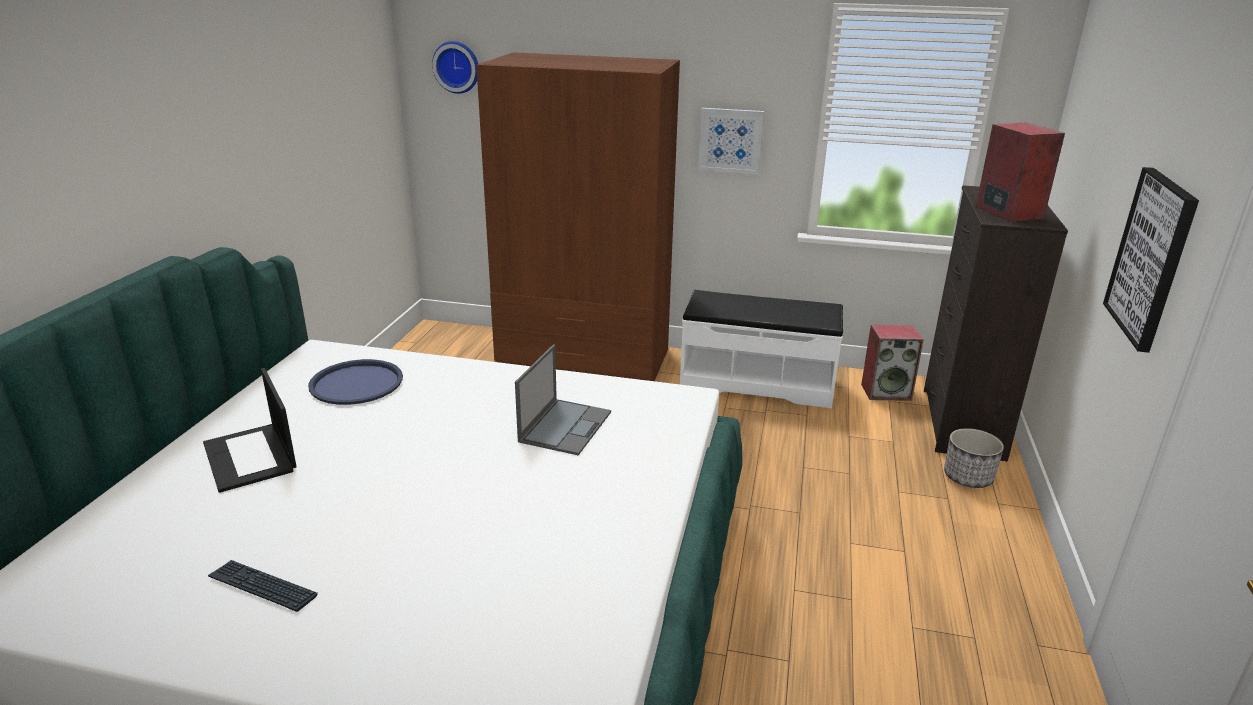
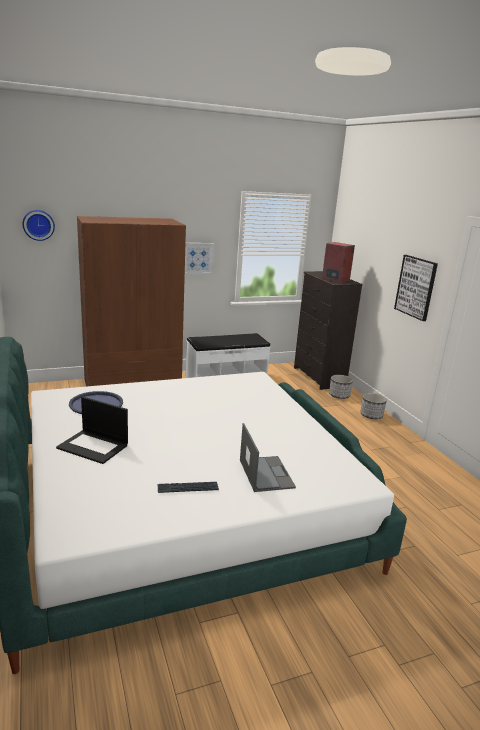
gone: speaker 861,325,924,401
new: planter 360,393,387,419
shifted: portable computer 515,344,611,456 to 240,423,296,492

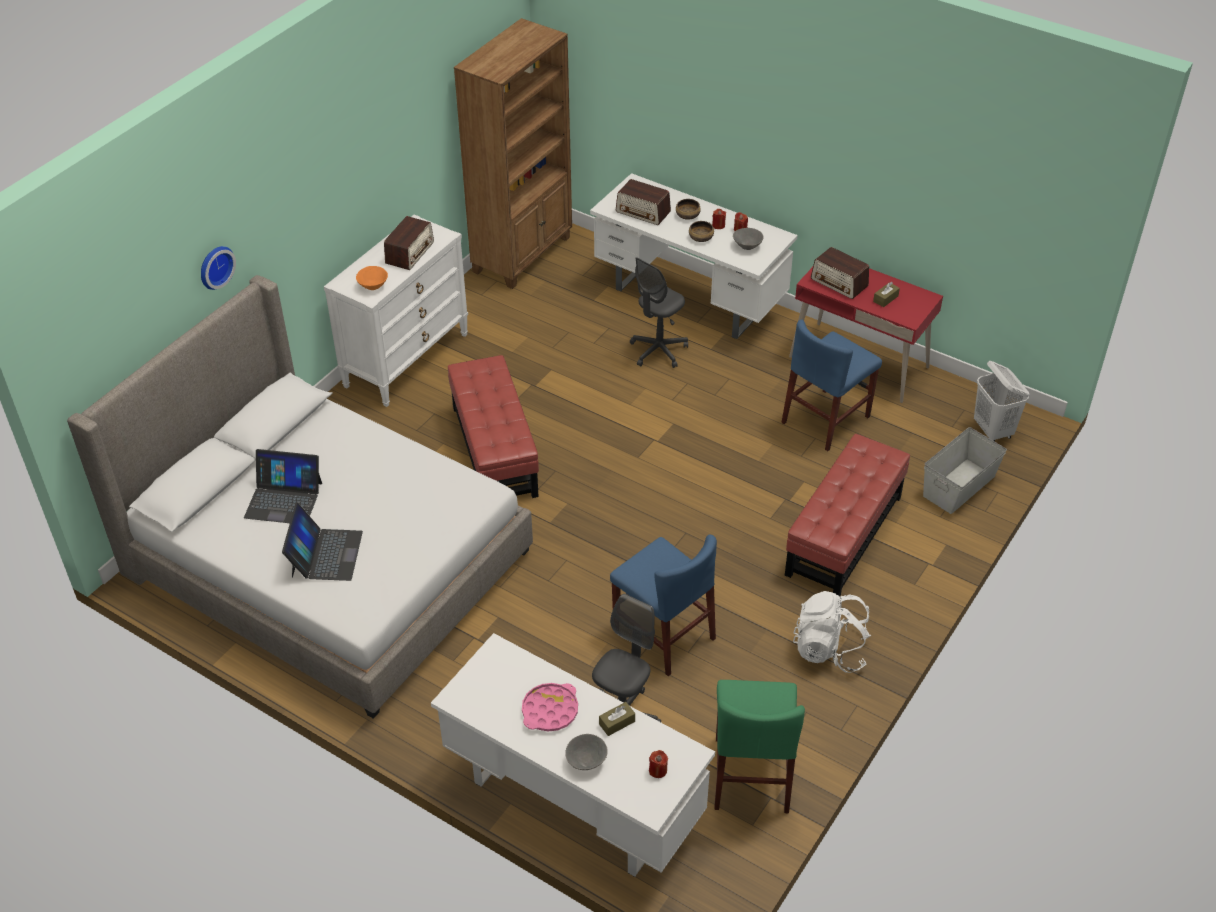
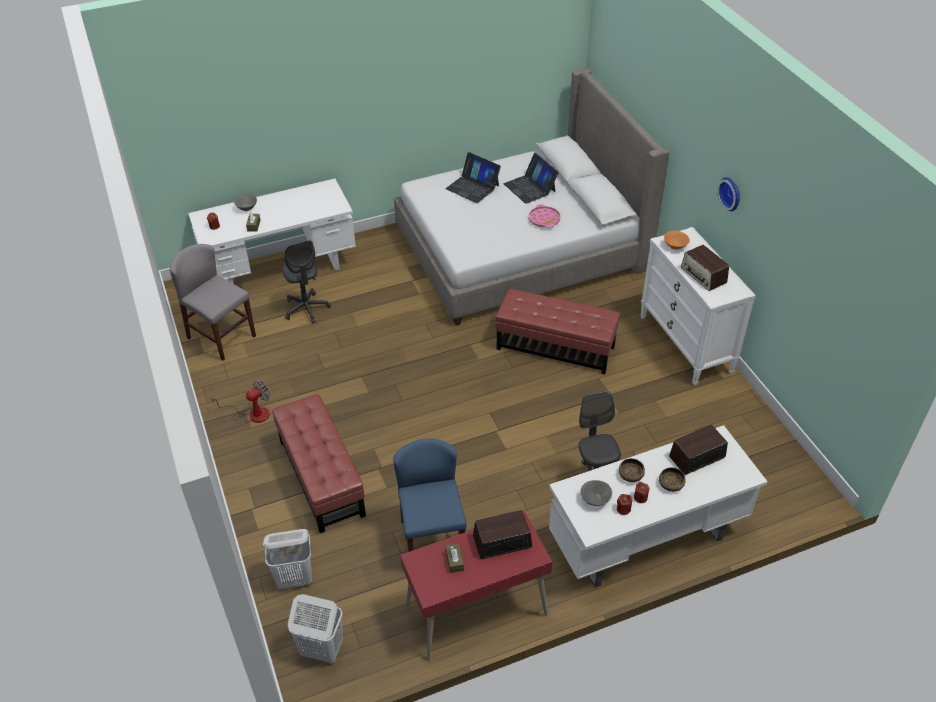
gone: brown-coloured bookshelf 454,18,572,289; bluish upright chair 610,535,717,676
shifted: wall clock 201,246,236,290 to 717,177,740,211; pink tray 522,683,578,731 to 529,205,561,228
swapped: white-coloured backpack 793,591,871,673 to electric fan 211,379,270,423; gray storage box 923,427,1007,514 to white-coloured washing basket 263,529,312,589
repainted: green-coloured upright chair 714,680,805,813 to gray upright chair 170,244,256,361
rotated: portable computer 244,449,322,523 = 503,153,559,204 75 degrees counterclockwise

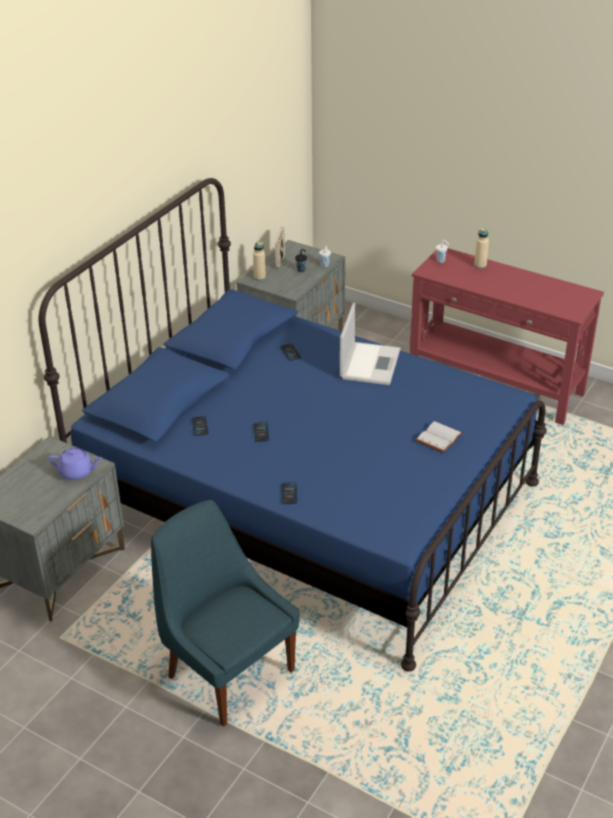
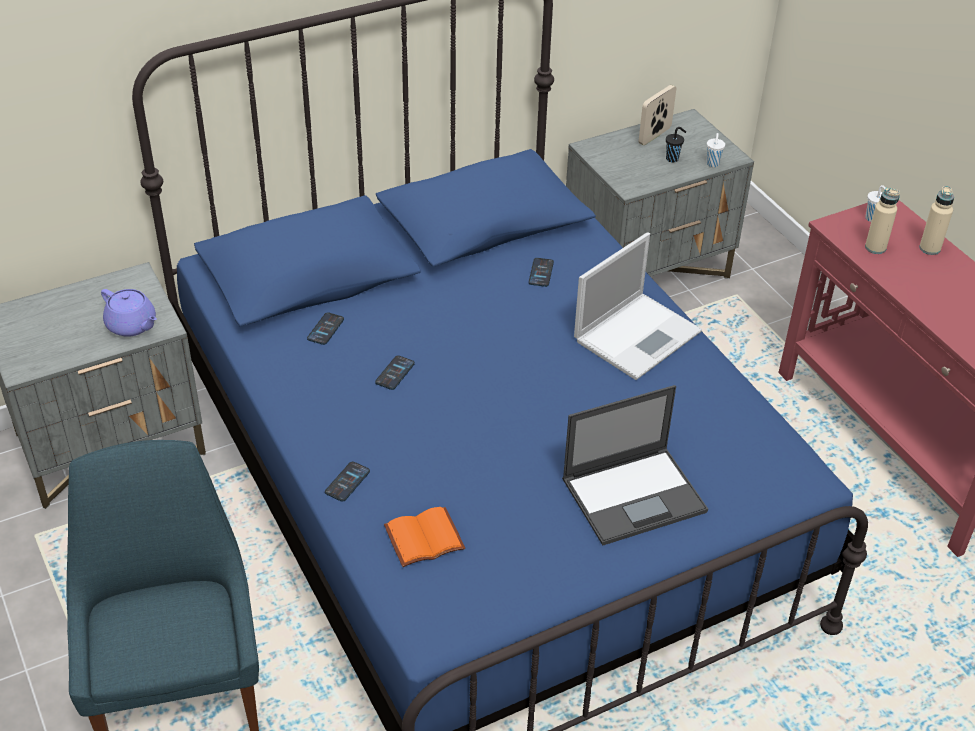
new: orange-coloured book 384,507,465,567
shifted: beige-coloured bottle 253,242,266,281 to 865,188,900,254
swapped: white-coloured book 416,421,463,453 to portable computer 562,385,708,545

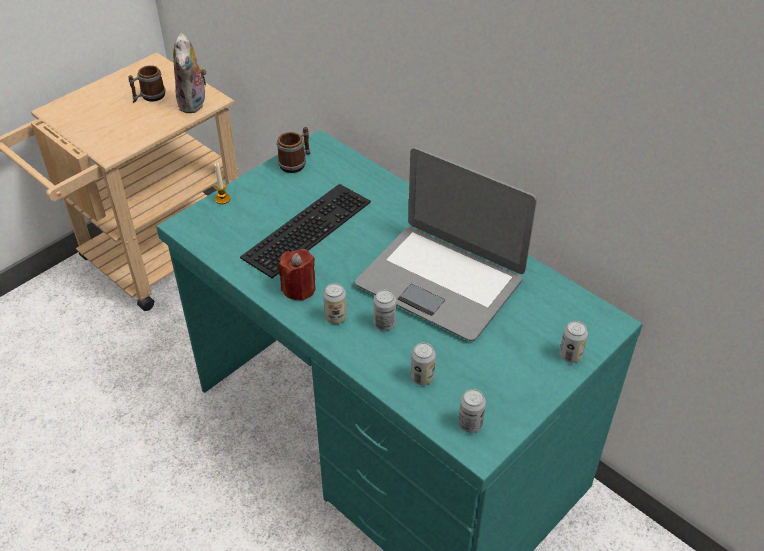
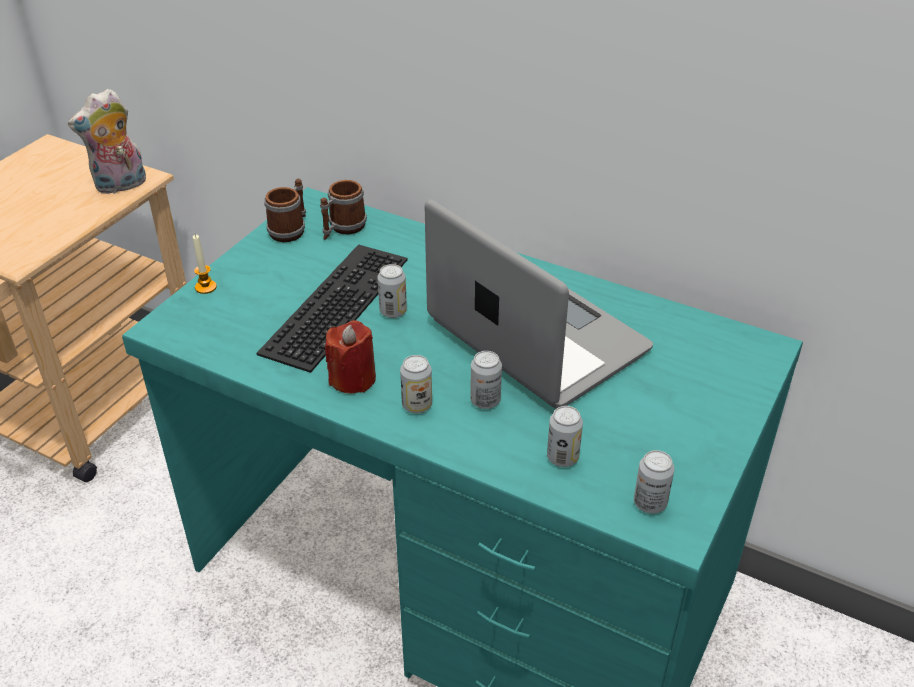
shifted: mug 128,65,166,103 to 320,180,367,240; metal can 559,321,588,363 to 377,264,407,318
rotated: plush toy 173,33,208,113 = 68,89,146,194 75 degrees clockwise; portable computer 355,147,537,341 = 425,199,653,409 150 degrees counterclockwise

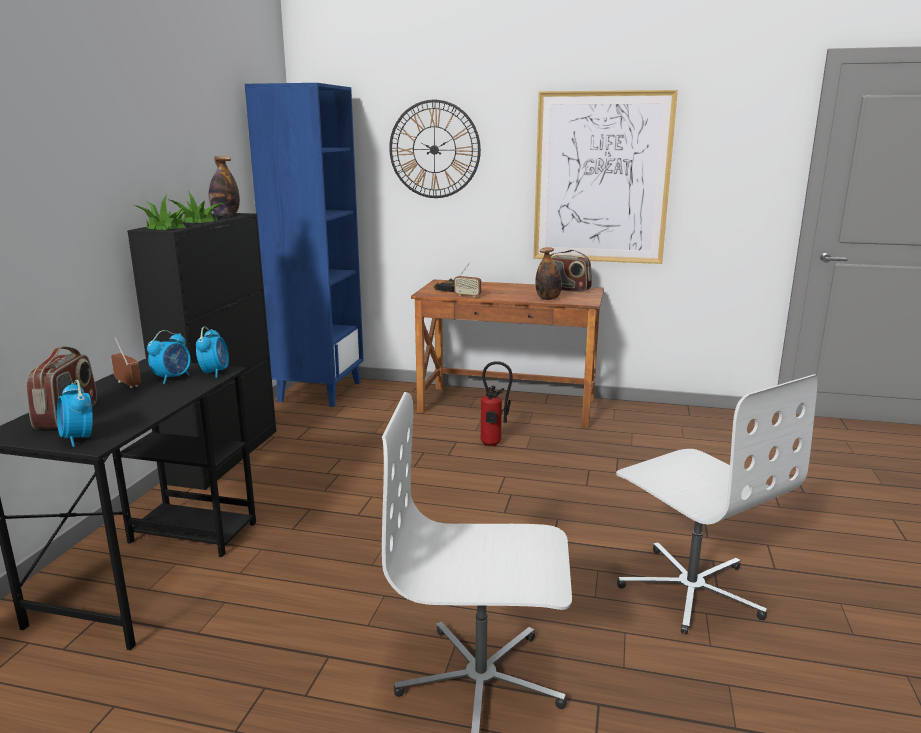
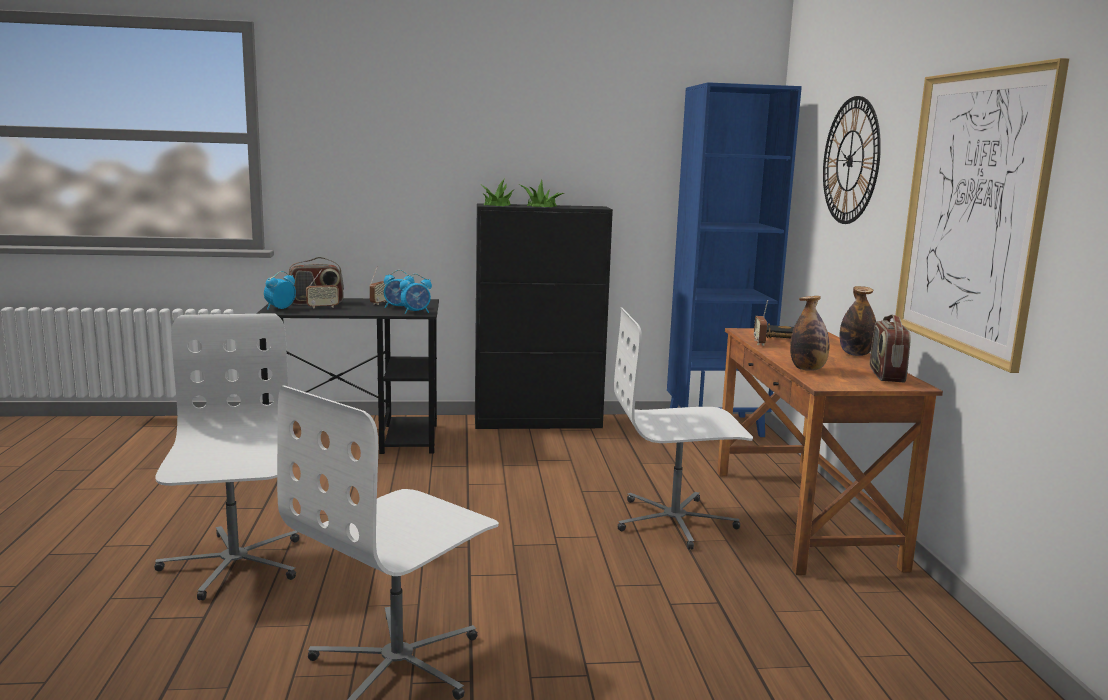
new: radio 306,269,339,308
shifted: bottle 209,156,240,216 to 840,286,876,356
swapped: fire extinguisher 480,361,513,447 to white-coloured desk chair 614,307,753,550

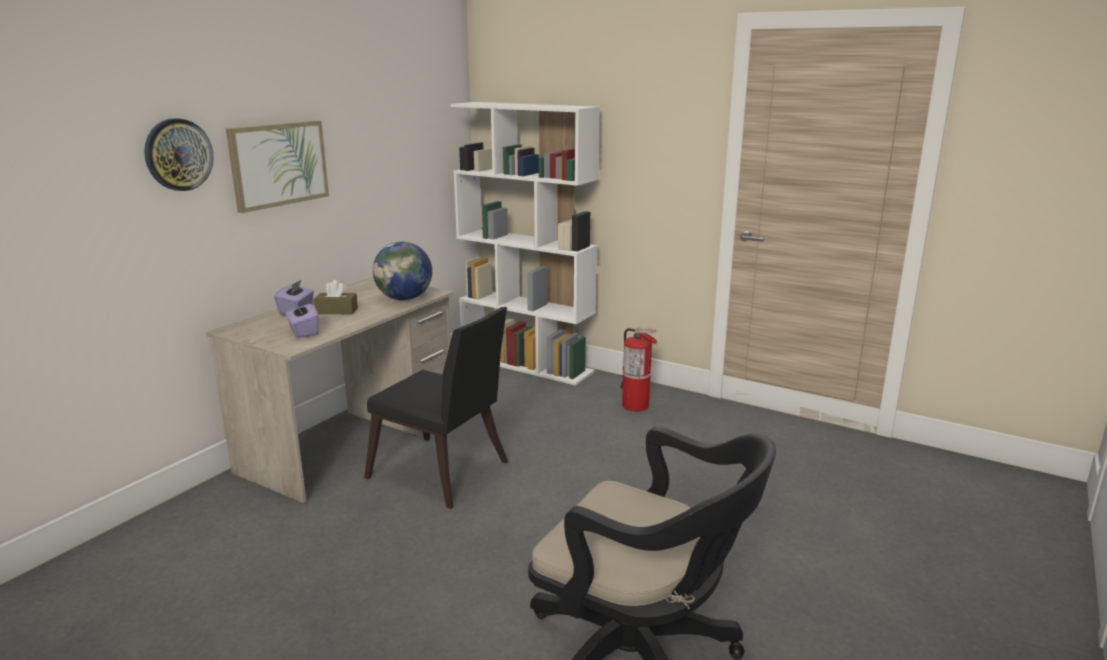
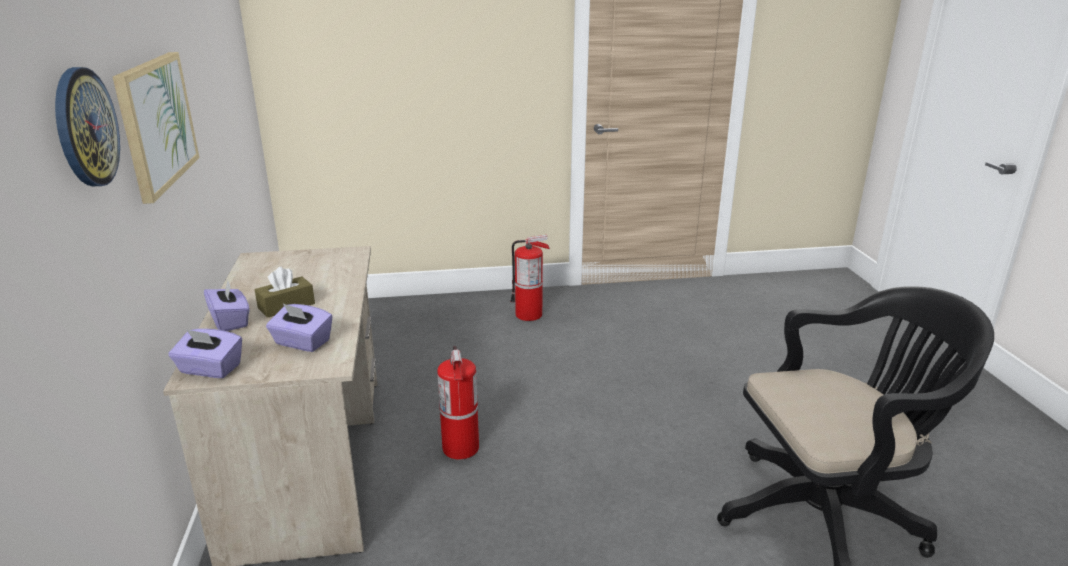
gone: desk globe 373,242,432,300; white-coloured bookshelf 450,102,600,386
new: purplish tissue holder 169,329,242,378
swapped: black upright chair 364,307,508,509 to fire extinguisher 437,346,479,459

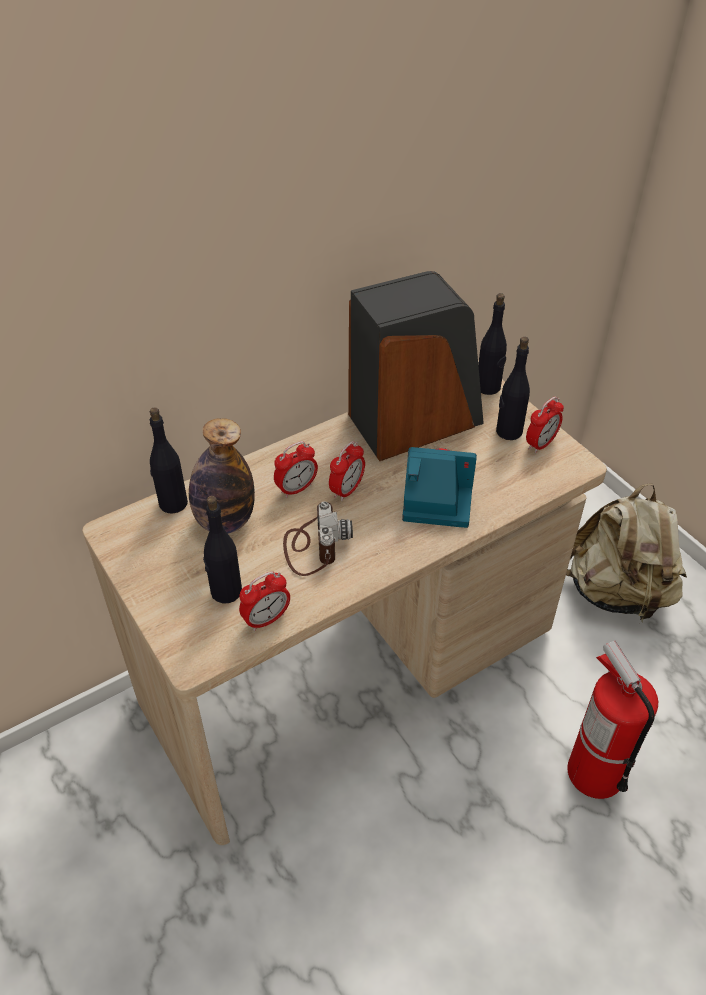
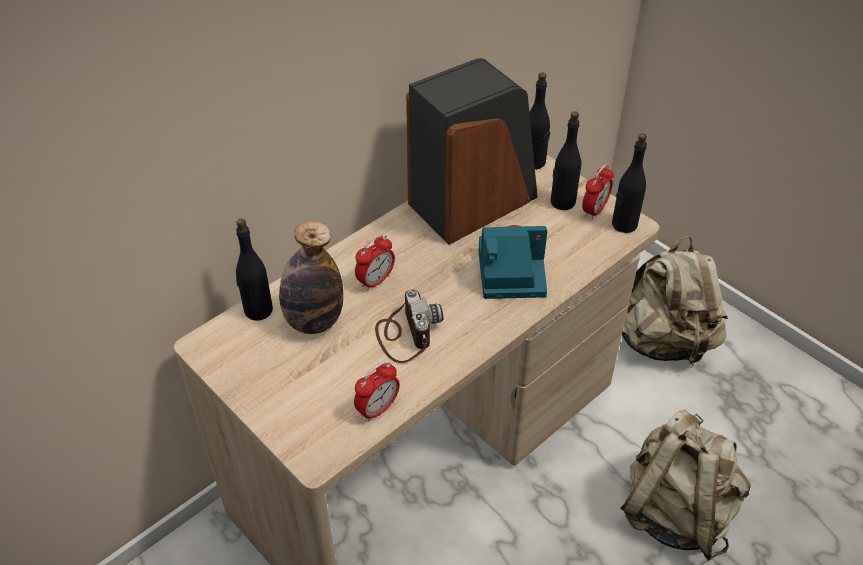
gone: bedside clock 329,441,365,501
shifted: black bottle 203,496,242,604 to 612,133,647,233
swapped: fire extinguisher 567,641,658,799 to beige-coloured backpack 620,410,751,561

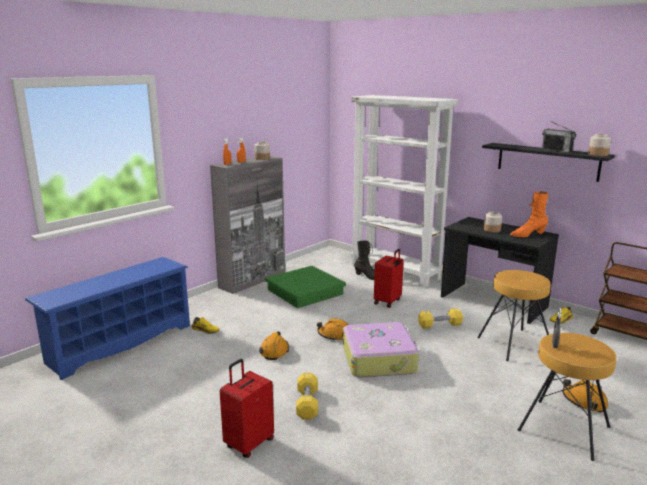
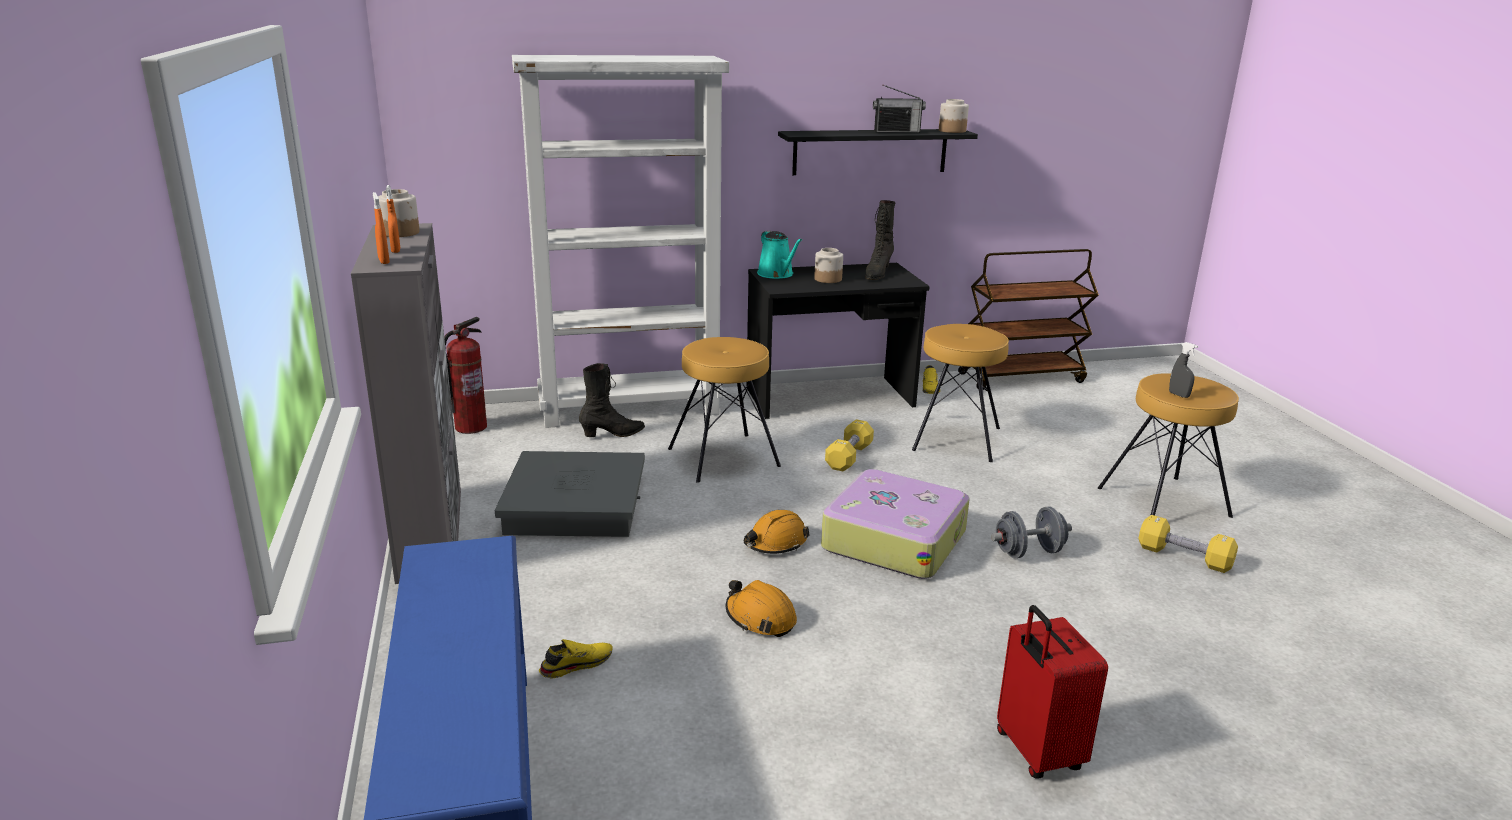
gone: orange-coloured hard hat 562,379,608,413
new: fire extinguisher 444,317,487,434; blue-green sprinkling can 757,231,802,279; gray free weight 991,507,1072,558
shifted: yellow-coloured free weight 296,373,318,420 to 1138,515,1238,573
swapped: reddish travel case 374,249,404,308 to brown-coloured stool 668,337,781,483
repainted: green-coloured storage box 265,266,346,308 to gray storage box 495,451,645,537; orange-coloured tall boot 510,191,548,237 to black tall boot 865,200,896,280

